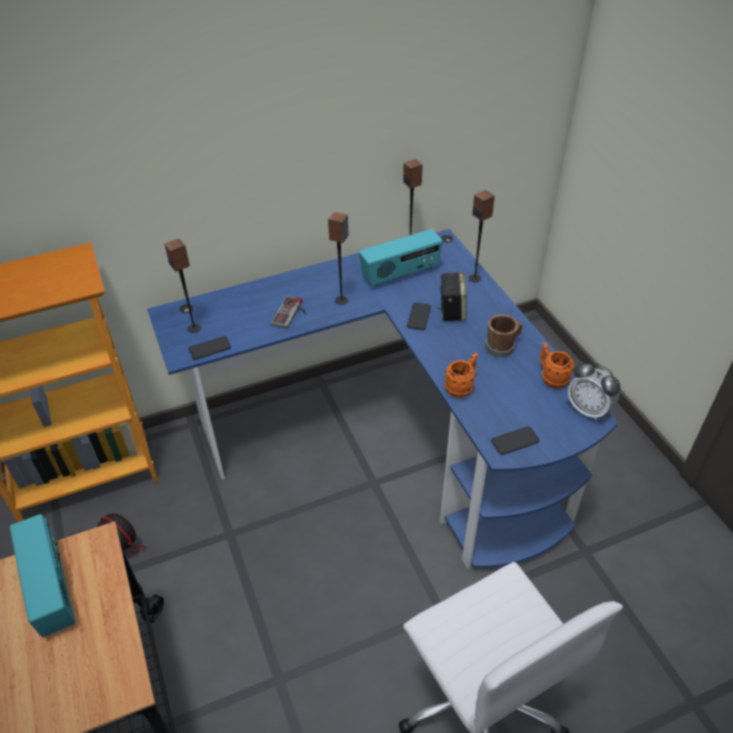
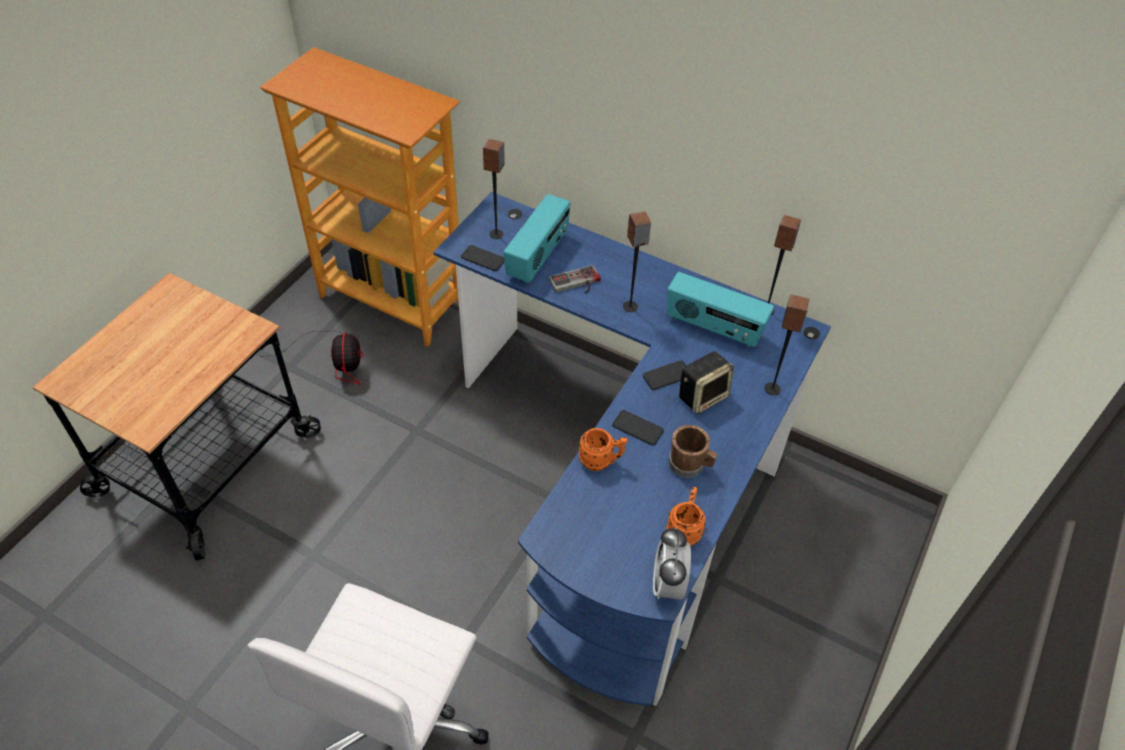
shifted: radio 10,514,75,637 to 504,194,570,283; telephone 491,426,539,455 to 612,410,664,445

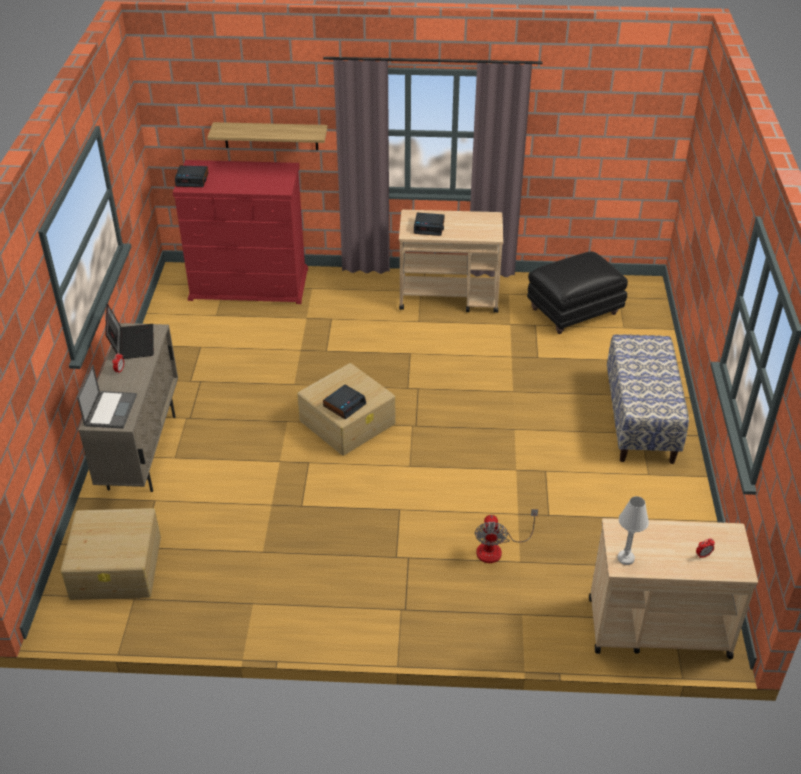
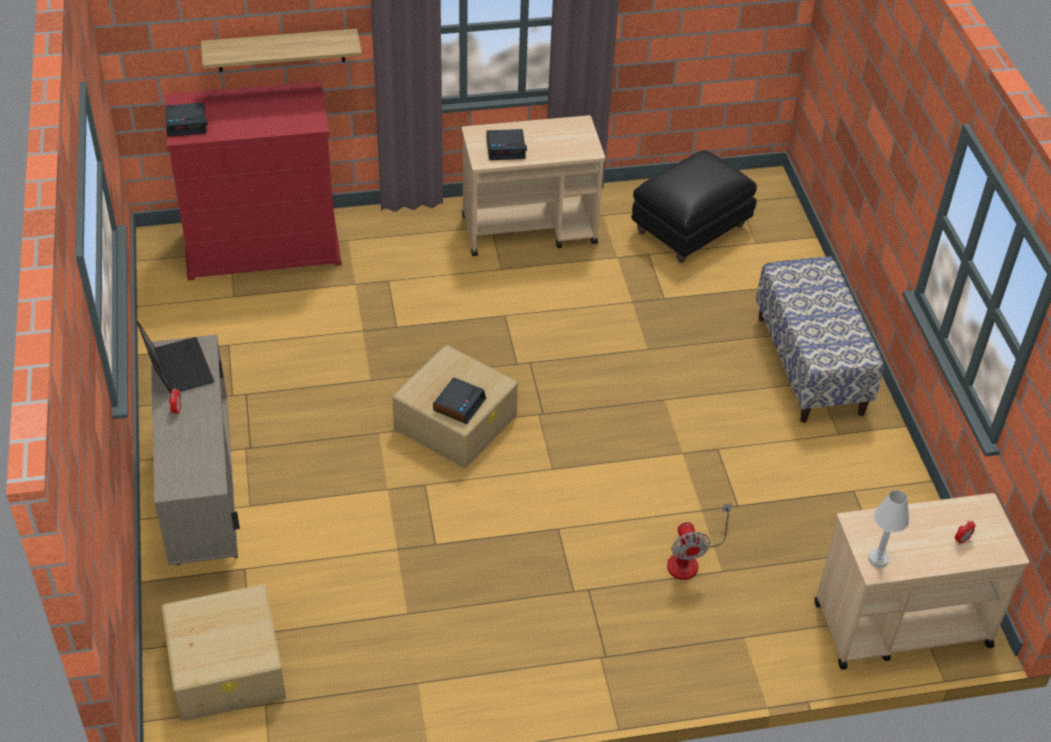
gone: portable computer 77,365,137,429

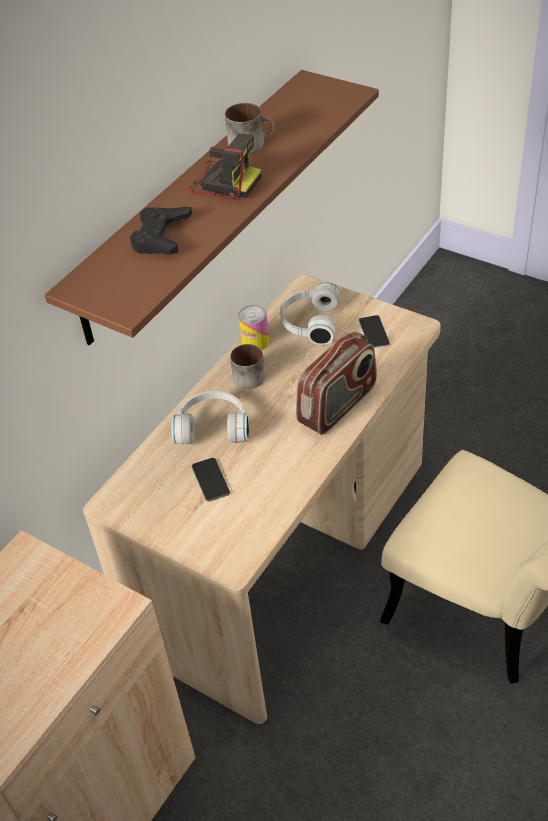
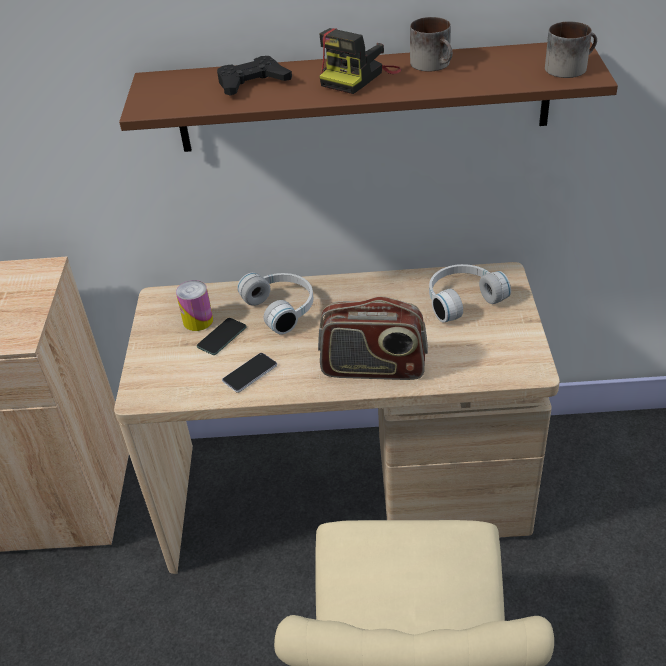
shifted: mug 230,344,265,389 to 545,21,597,78; metal can 238,305,269,350 to 176,280,213,331; telephone 358,315,390,349 to 222,353,277,393
rotated: photo camera 188,134,261,199 = 319,28,401,94 45 degrees clockwise

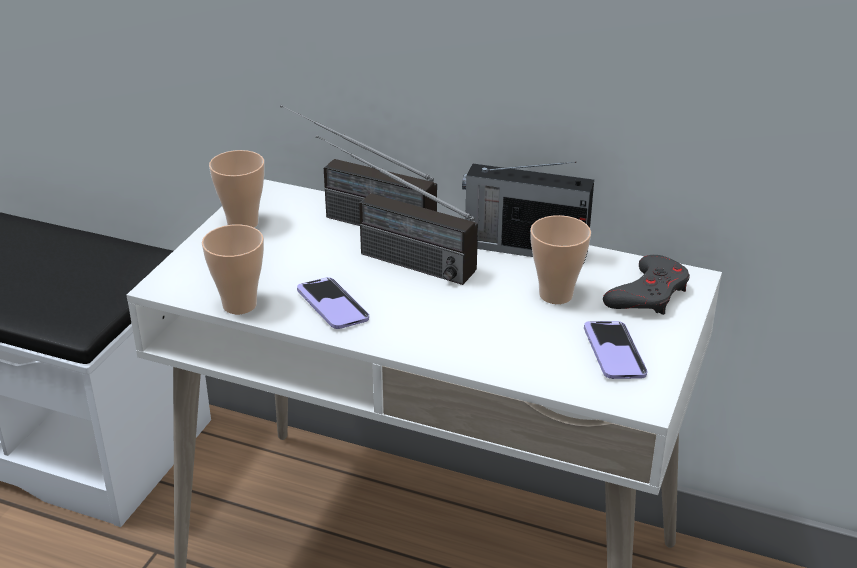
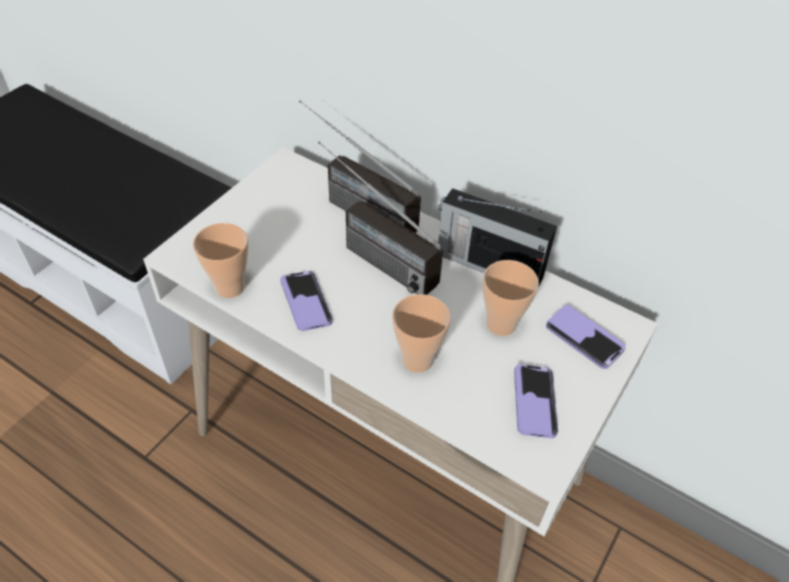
shifted: drinking cup 209,150,264,228 to 392,294,451,373
swapped: gray gamepad 603,255,690,315 to telephone 546,305,626,369

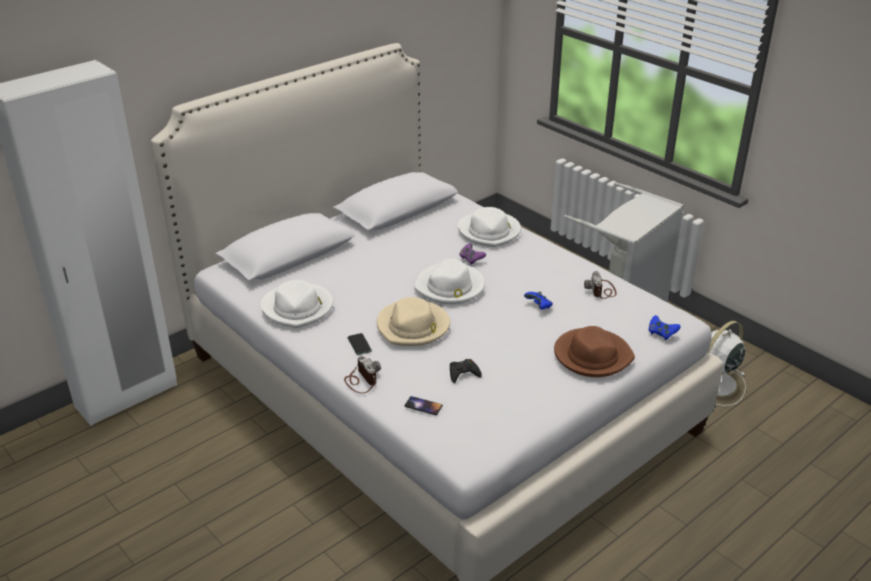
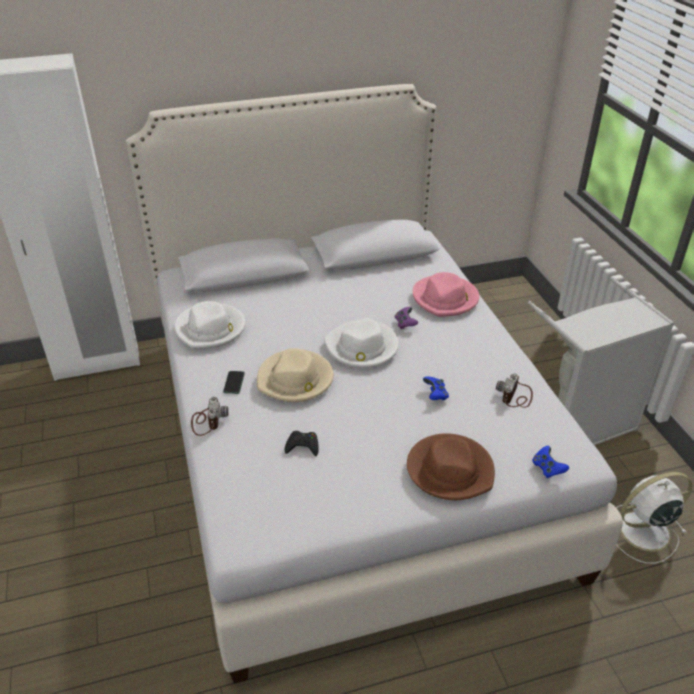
gone: telephone 404,396,443,415
repainted: white-coloured clothing hat 458,207,521,247 to pink clothing hat 413,272,479,317

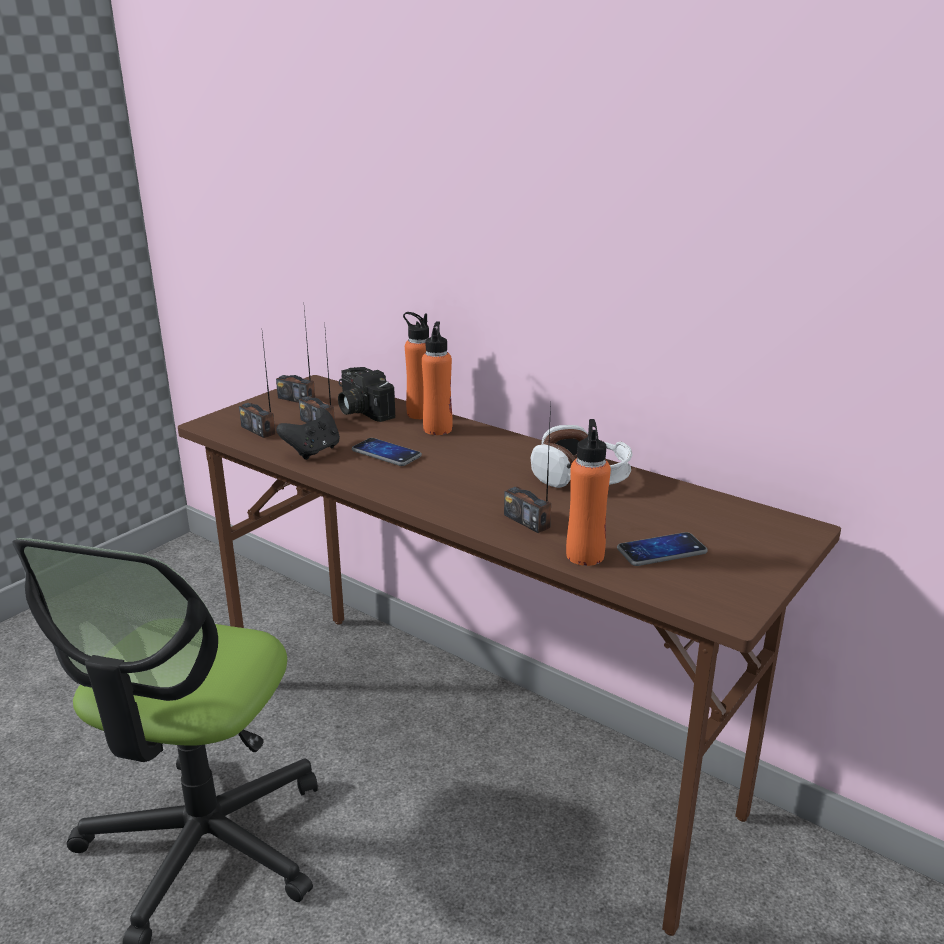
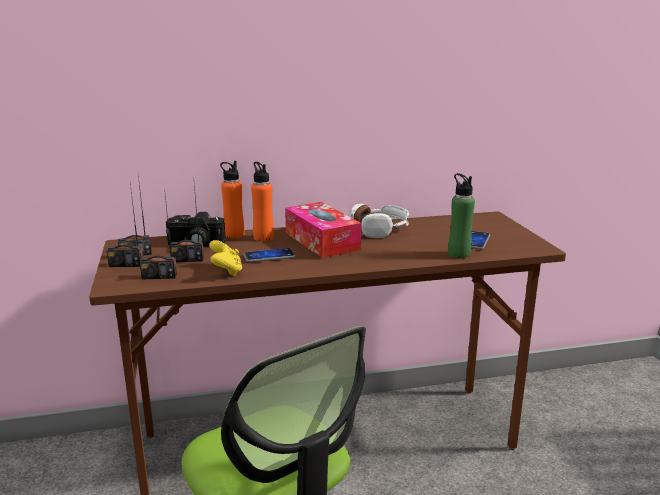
new: tissue holder 285,202,362,258
shifted: radio 504,403,551,533 to 107,183,143,267
repainted: black gamepad 276,408,340,460 to yellow-coloured gamepad 209,240,242,276; orange-coloured bottle 566,419,611,566 to green-coloured bottle 448,173,475,258

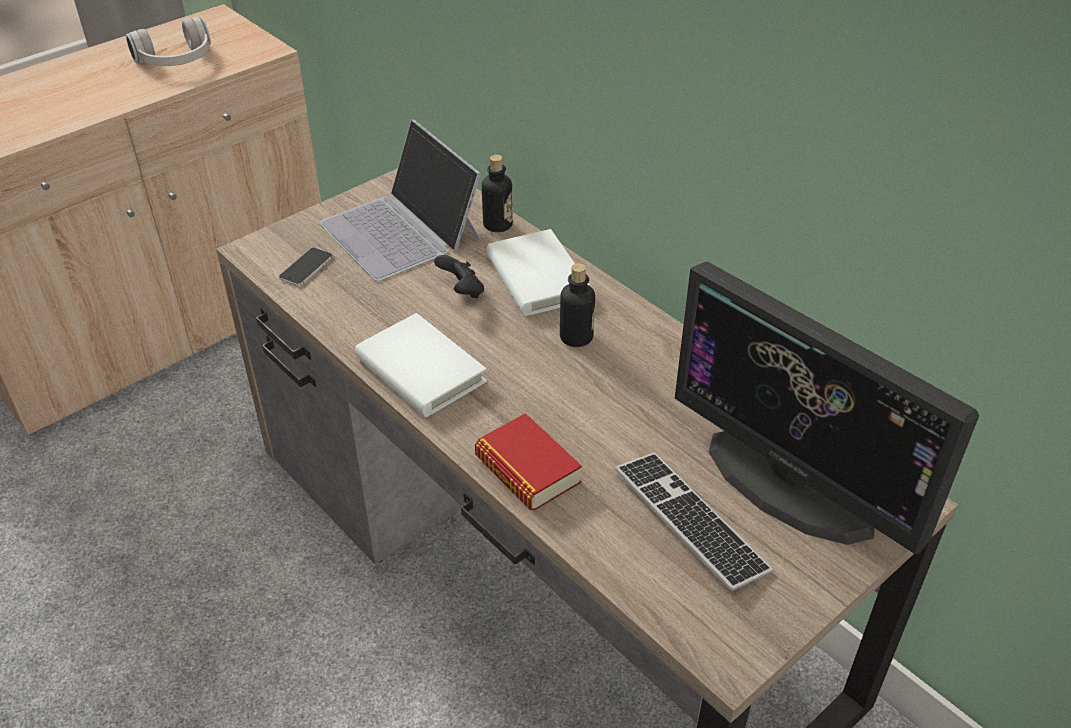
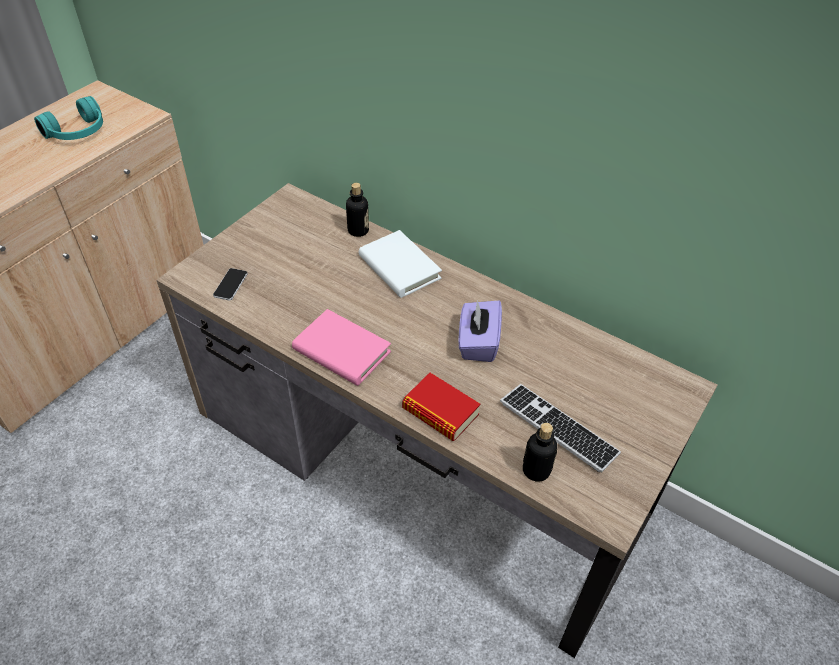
gone: portable computer 319,119,481,281; black gamepad 434,255,484,299; computer screen 675,261,979,554
new: purplish tissue holder 458,300,502,362
shifted: bottle 560,263,595,347 to 523,423,557,482
repainted: white-coloured headset 126,17,211,66 to blue-green headset 34,96,103,140; white-coloured book 355,313,487,417 to pink book 292,309,391,386

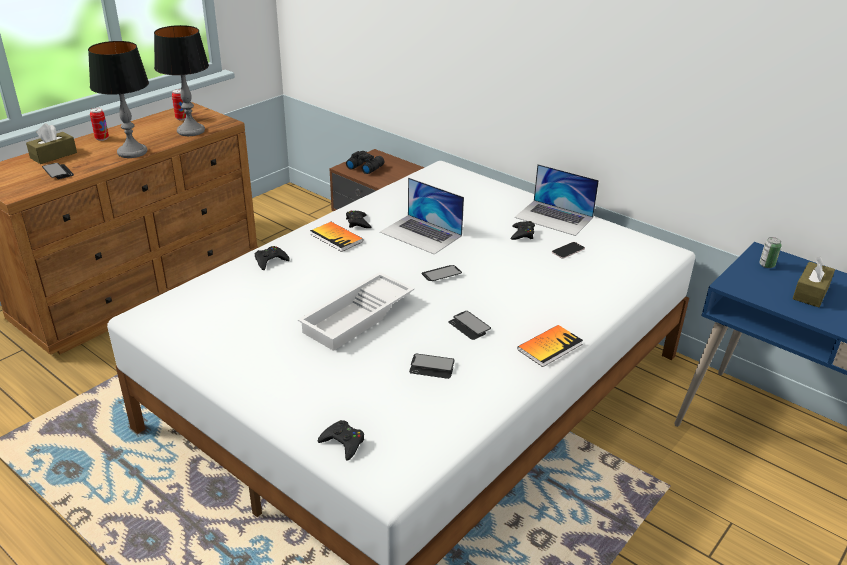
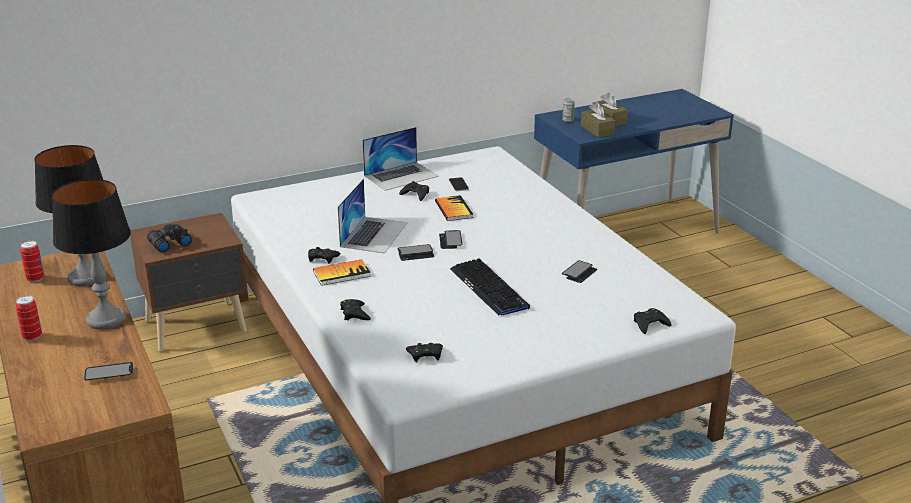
new: black gamepad 406,343,443,362
shifted: brown-coloured tissue holder 26,123,77,164 to 581,102,615,138; telephone 448,311,491,340 to 398,244,434,261; book 517,325,583,367 to 435,195,473,221
swapped: white-coloured tray 298,272,414,351 to keyboard 450,258,530,316
rotated: portable computer 380,178,464,255 = 338,179,408,254 45 degrees counterclockwise

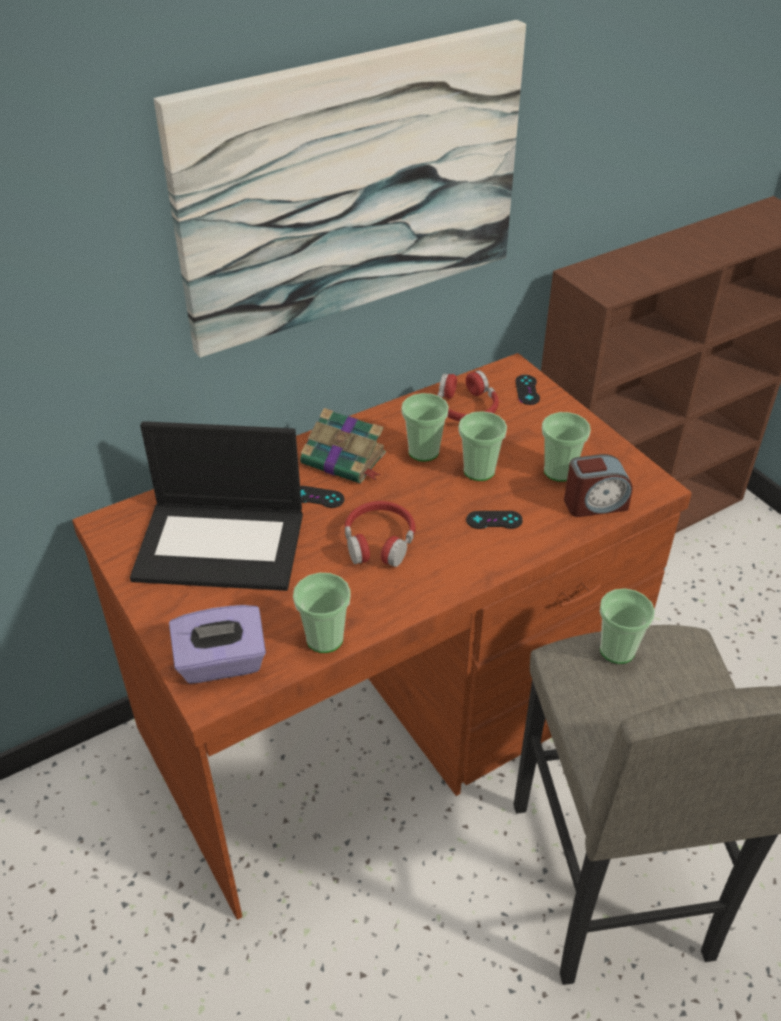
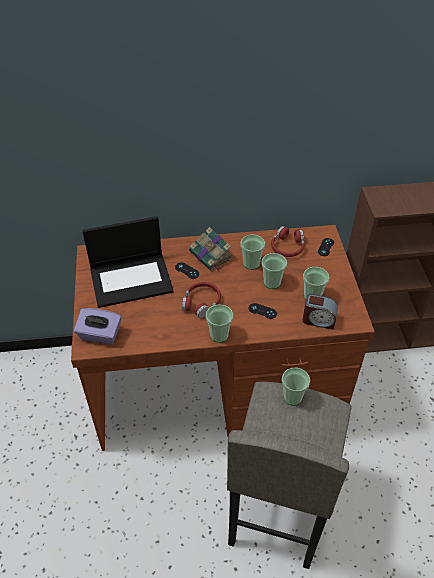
gone: picture 154,20,526,358
shifted: drinking cup 293,573,351,653 to 206,304,233,343
rotated: portable computer 130,421,303,591 = 82,216,174,308 45 degrees counterclockwise

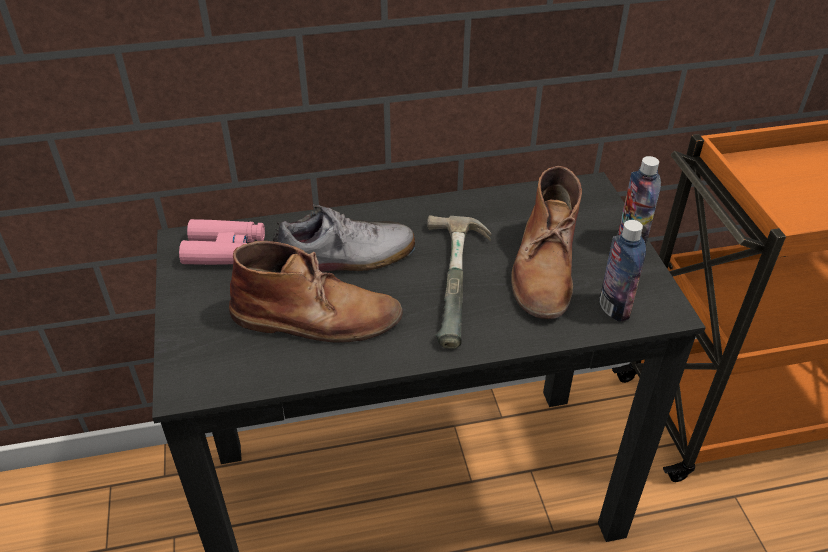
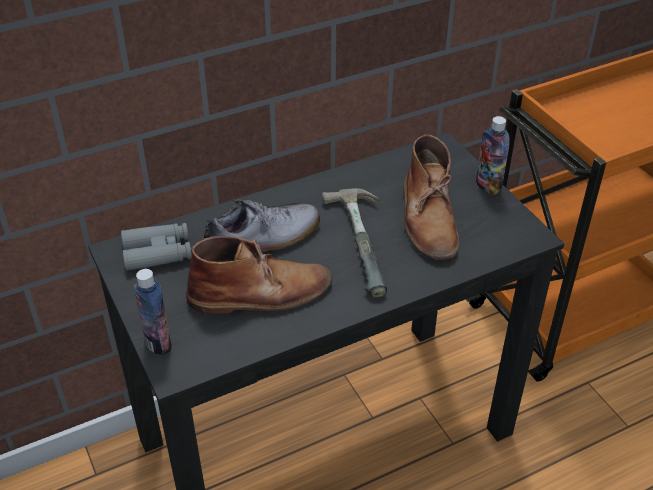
shifted: bottle 599,220,646,322 to 134,269,172,356
repainted: pink binoculars 179,219,265,265 to gray binoculars 121,223,192,271

